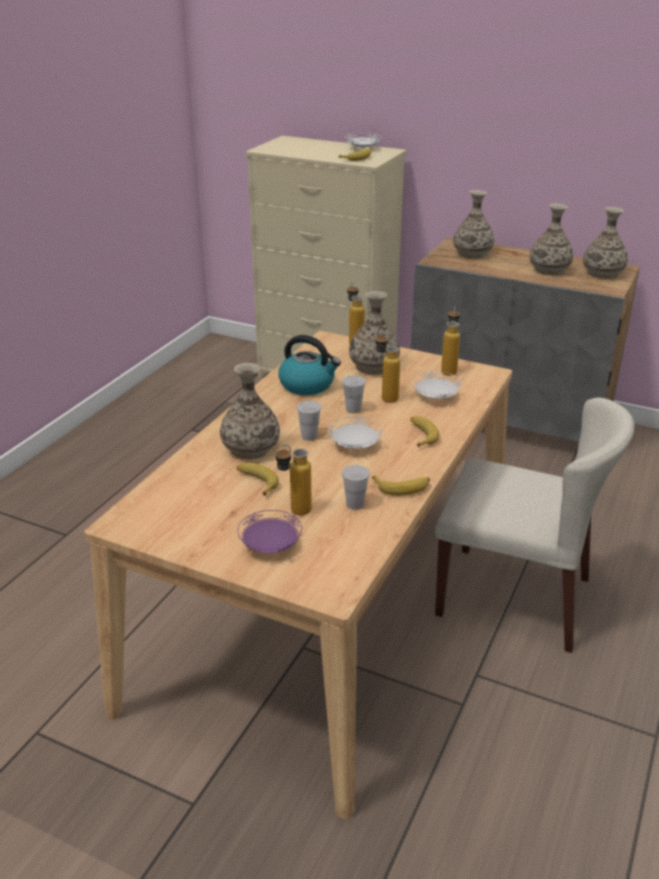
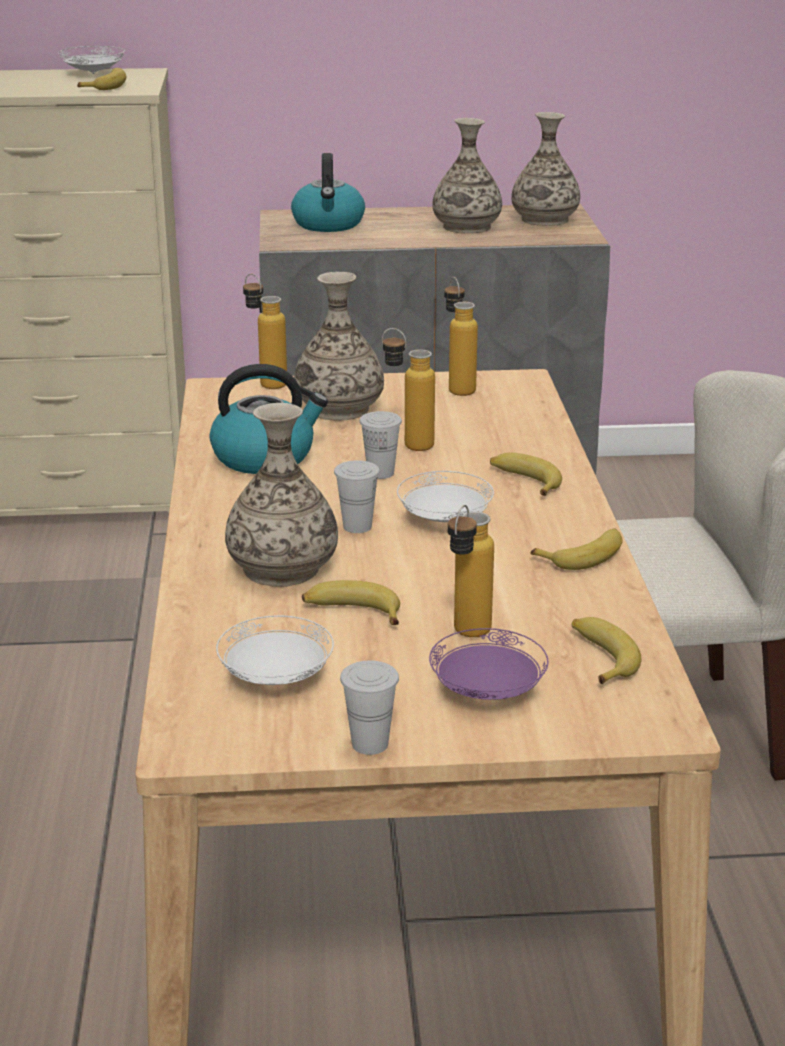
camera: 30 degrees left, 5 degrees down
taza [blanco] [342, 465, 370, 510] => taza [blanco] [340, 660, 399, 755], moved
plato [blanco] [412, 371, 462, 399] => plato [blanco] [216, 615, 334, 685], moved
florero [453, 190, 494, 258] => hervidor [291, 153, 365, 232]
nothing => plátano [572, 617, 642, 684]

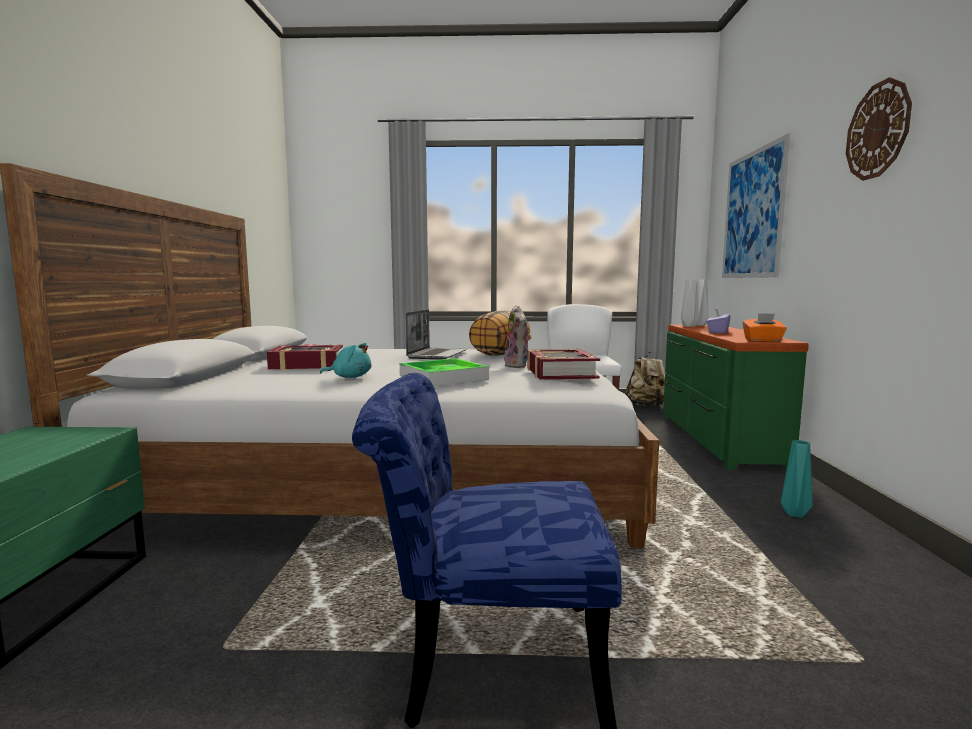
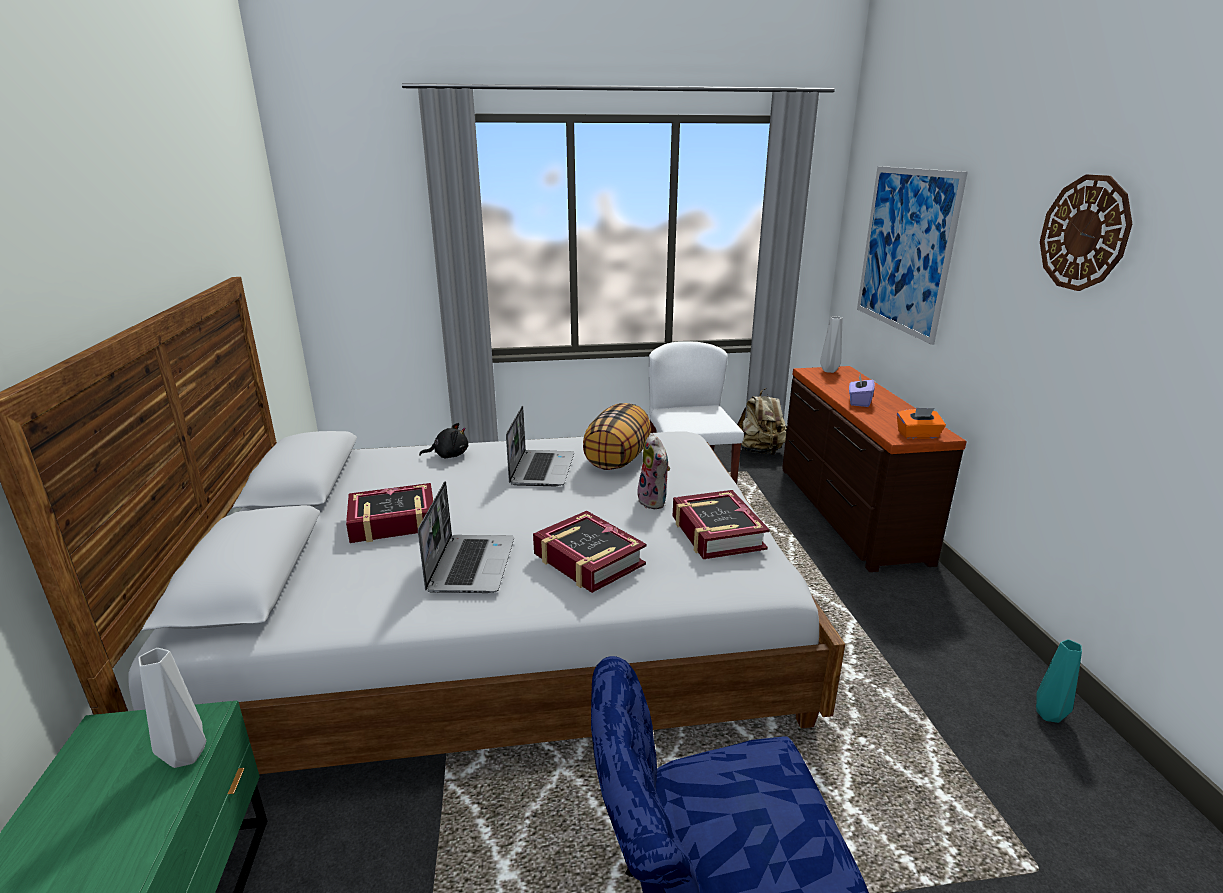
camera: 10 degrees left, 15 degrees up
peluche [turquesa] [320, 343, 371, 378] => portátil [418, 481, 514, 593]
bandeja [400, 358, 489, 386] => libro [533, 511, 646, 593]
cómoda [verde] [663, 325, 809, 470] => cómoda [marrón] [782, 366, 967, 572]
florero [gris] [681, 279, 699, 327] => florero [gris] [138, 648, 206, 768], moved
florero [turquesa] [781, 440, 813, 518] => florero [turquesa] [1036, 639, 1082, 723], moved
nothing => peluche [negro] [419, 423, 468, 459]

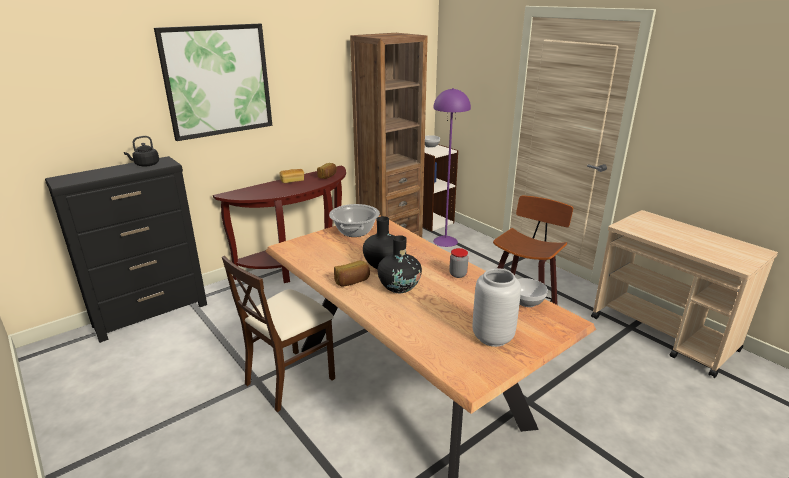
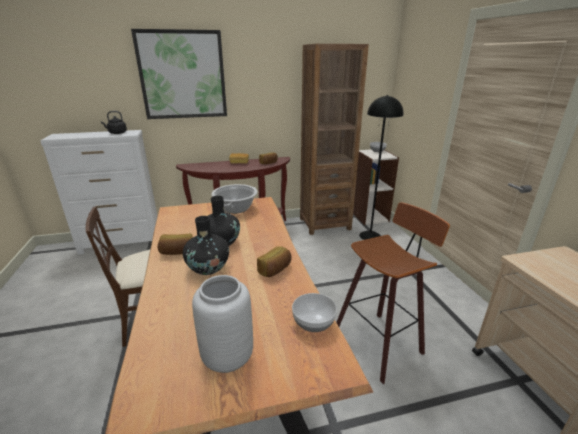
camera: 25 degrees right, 0 degrees up
cómoda [negro] [45, 156, 207, 343] => cómoda [blanco] [40, 130, 157, 254]
lámpara de pie [morado] [433, 88, 471, 247] => lámpara de pie [negro] [359, 95, 403, 240]
tarro [449, 248, 468, 278] => pan [257, 246, 292, 277]

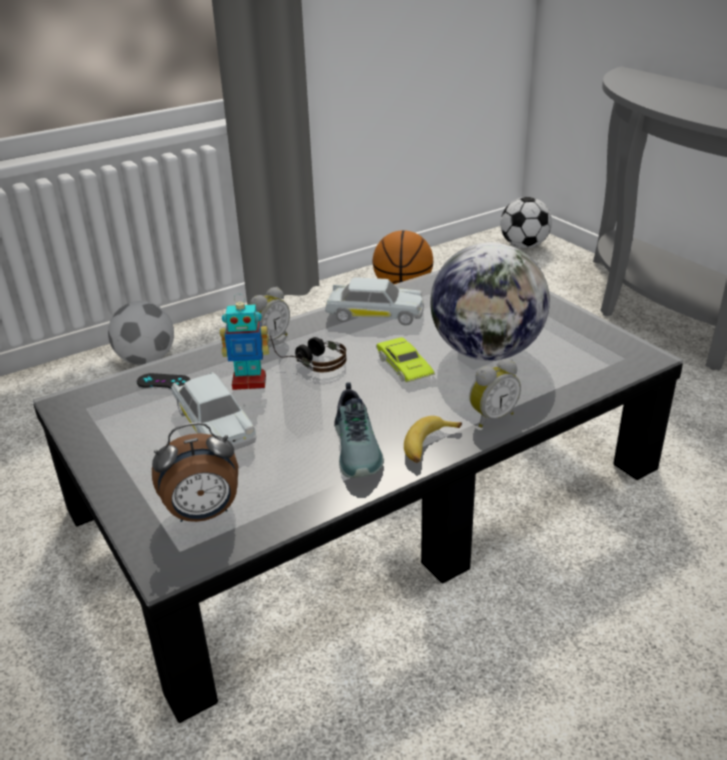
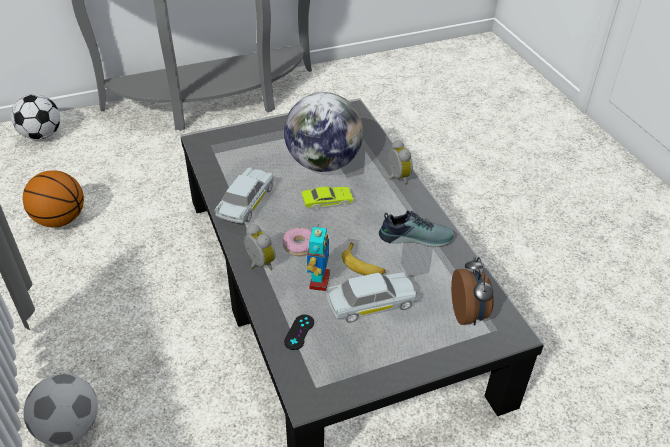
camera: 80 degrees left, 10 degrees up
auriculares [270, 335, 347, 372] => rosquilla [282, 227, 312, 256]
plátano [404, 416, 462, 463] => plátano [342, 243, 386, 275], moved

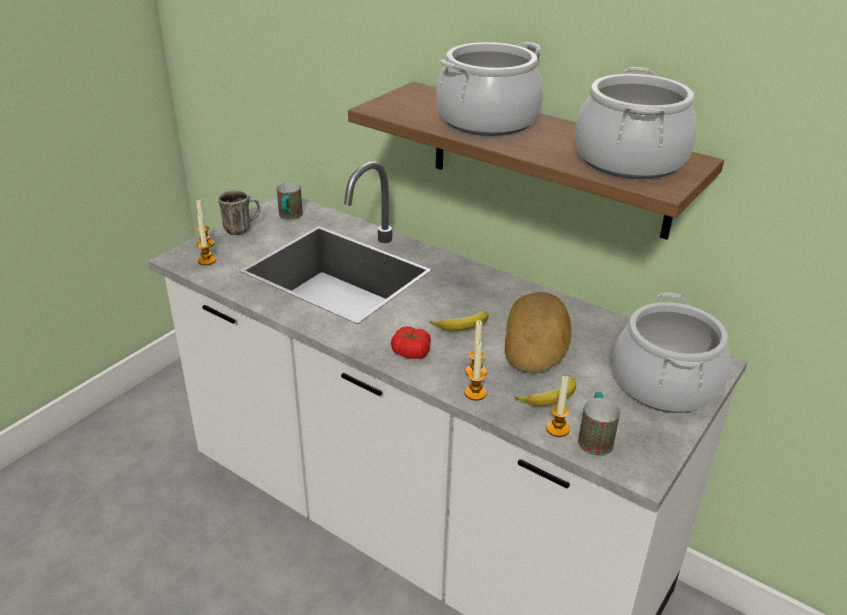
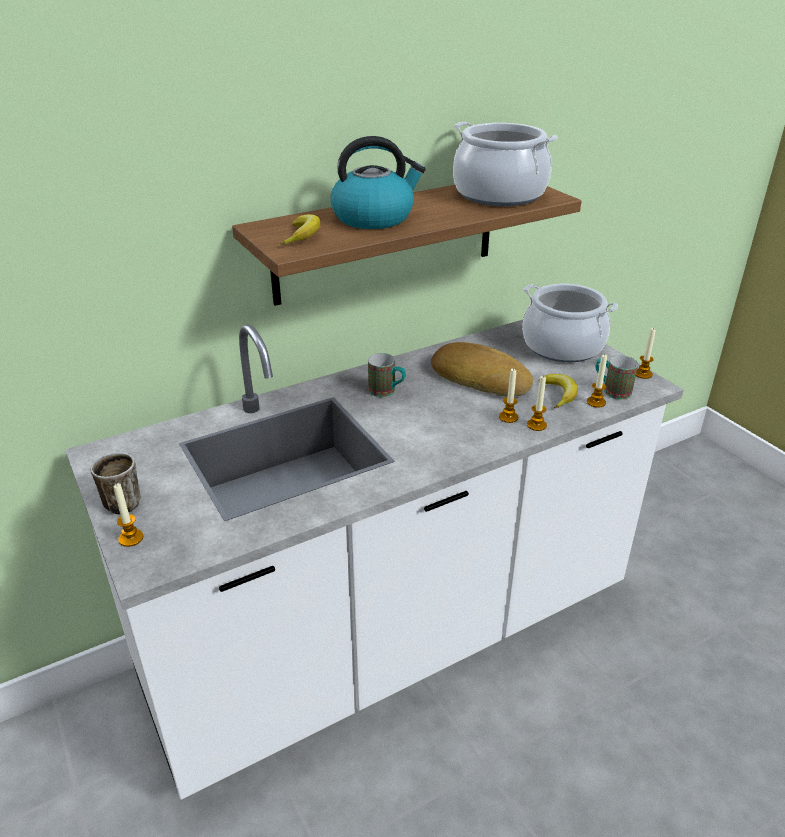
camera: 65 degrees left, 0 degrees up
vela [197, 215, 216, 265] => vela [636, 327, 656, 379], moved
taza grande [277, 182, 303, 220] => taza grande [368, 353, 406, 397], moved
tomate [391, 326, 431, 359] => nothing
plátano [429, 311, 488, 331] => plátano [280, 214, 320, 245], moved
olla [436, 42, 543, 136] => hervidor [331, 136, 426, 229]

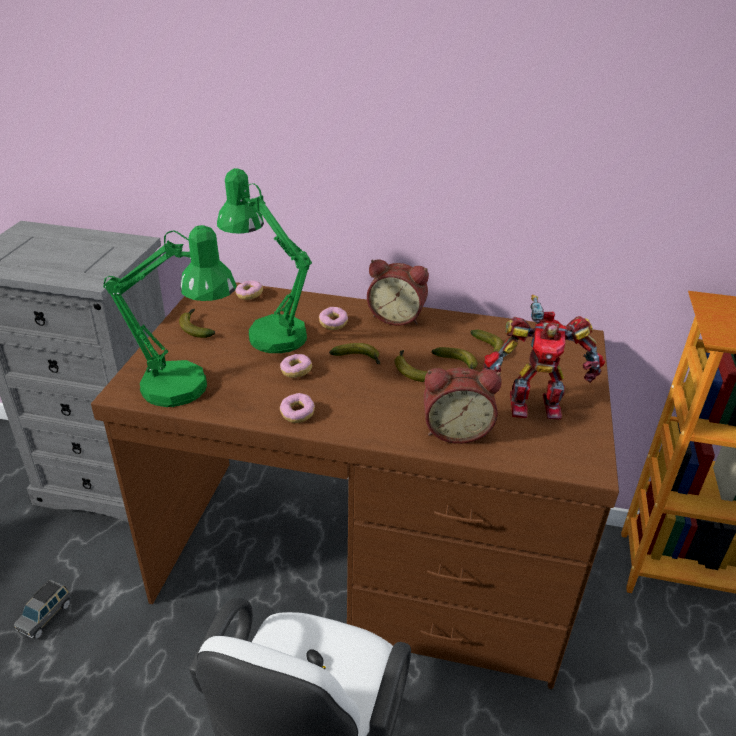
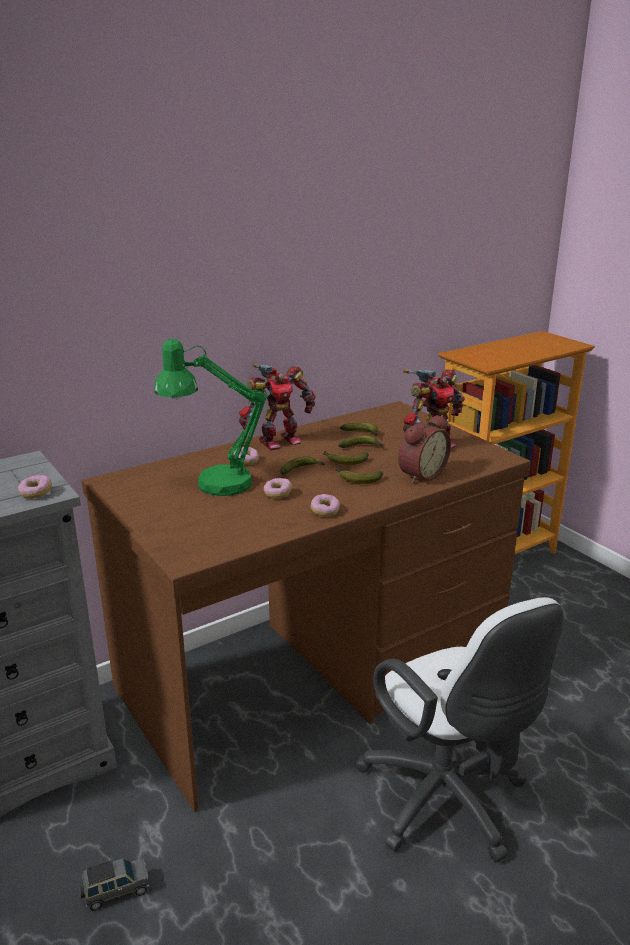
camera: 45 degrees left, 10 degrees down
coche de juguete [gris] [14, 580, 71, 639] => coche de juguete [gris] [80, 858, 149, 911], 90 degrees counterclockwise
lámpara de mesa [verde] [103, 225, 237, 407] => nothing
plátano [179, 309, 215, 338] => plátano [336, 468, 383, 484], moved
rosquilla [235, 280, 263, 300] => rosquilla [18, 475, 52, 499], moved
despertador [367, 259, 429, 326] => robot de juguete [239, 364, 315, 450]

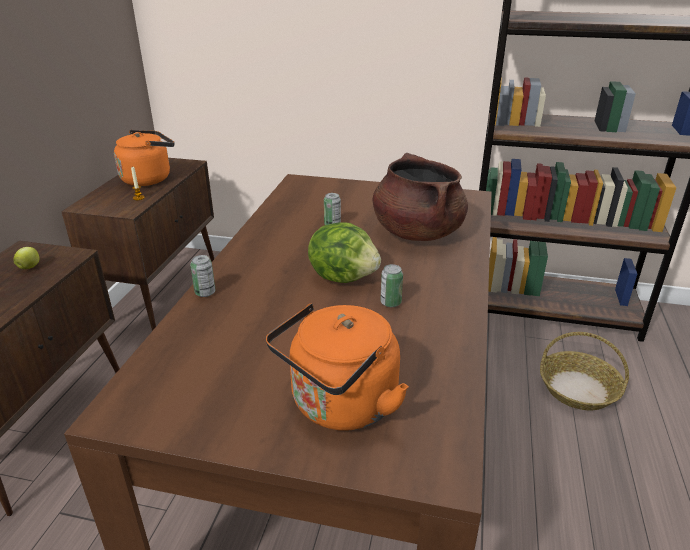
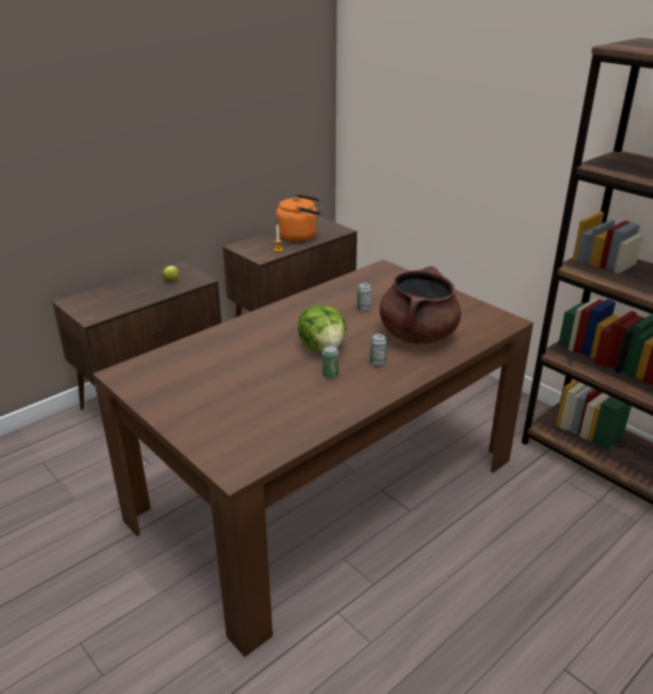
camera: 35 degrees right, 0 degrees up
lata [190, 255, 216, 297] => lata [370, 334, 387, 366], moved
hervidor [naranja] [266, 303, 409, 431] => nothing
cesta [540, 332, 629, 410] => nothing

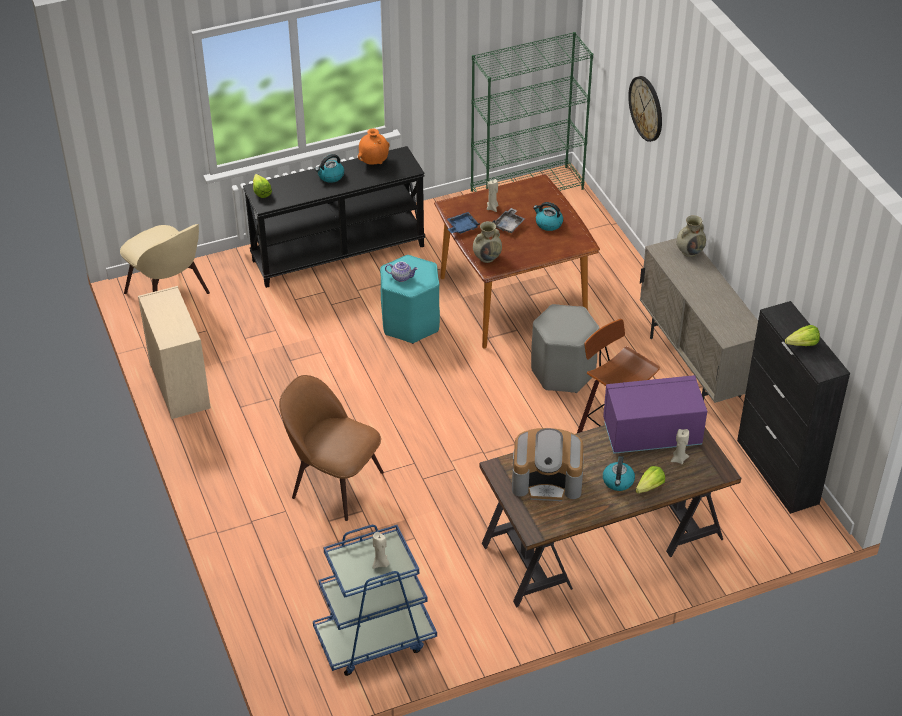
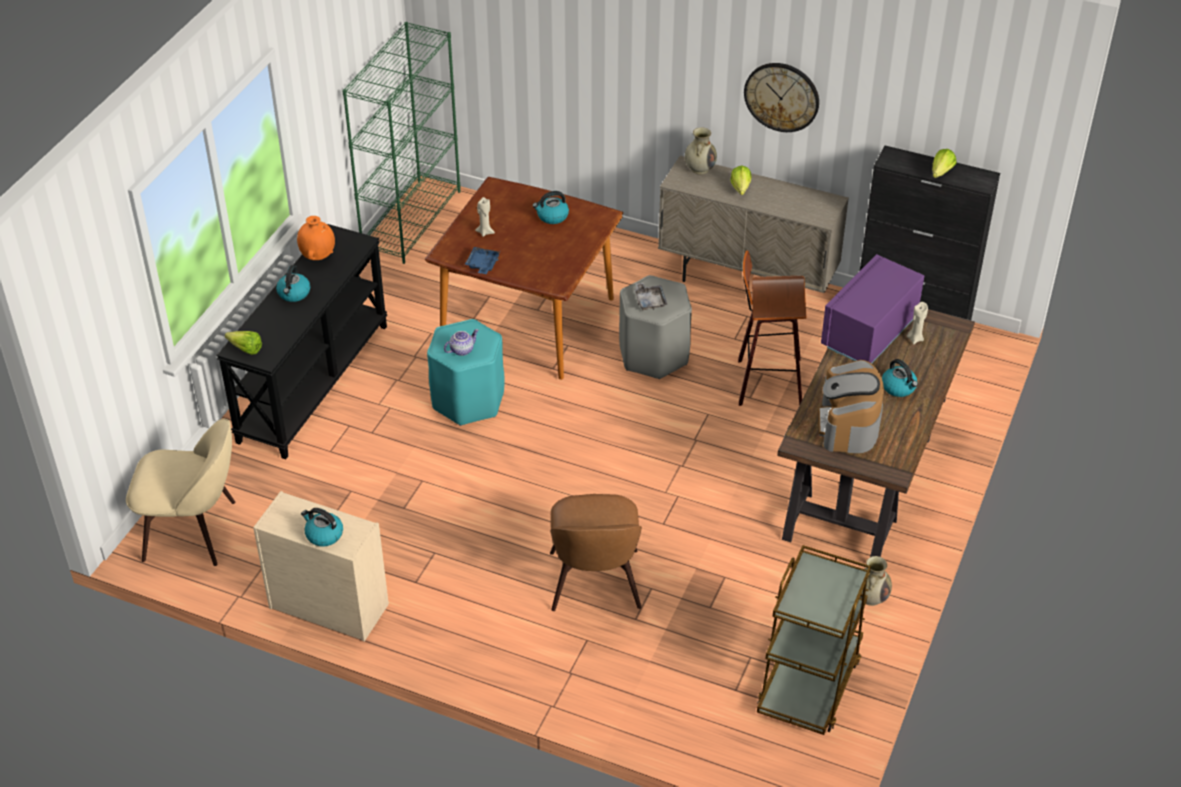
camera: 45 degrees left, 0 degrees up
silla [marrón] [279, 375, 384, 521] => silla [marrón] [550, 494, 642, 611], 75 degrees counterclockwise
carrito [azul] [313, 525, 437, 676] => carrito [marrón] [757, 545, 871, 735]
vela [beis] [372, 532, 389, 569] => nothing
florero [beis] [473, 221, 502, 263] => florero [beis] [860, 556, 892, 606], moved
bandeja [gris] [493, 208, 525, 233] => bandeja [gris] [635, 282, 667, 310], moved
cafetera [512, 428, 584, 501] => cafetera [818, 360, 884, 453], 135 degrees clockwise
reloj de pared [628, 76, 662, 142] => reloj de pared [744, 63, 819, 132], moved
lechuga [636, 466, 665, 494] => lechuga [730, 165, 752, 195], moved
nothing => hervidor [301, 508, 343, 547]

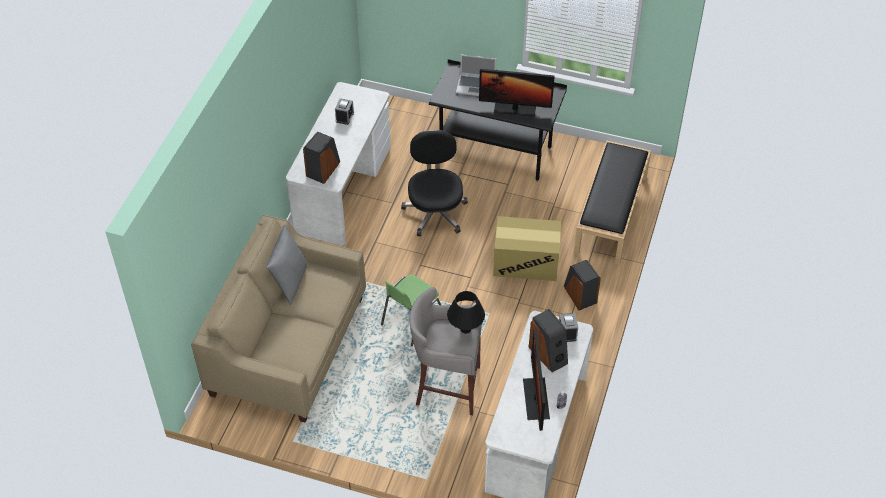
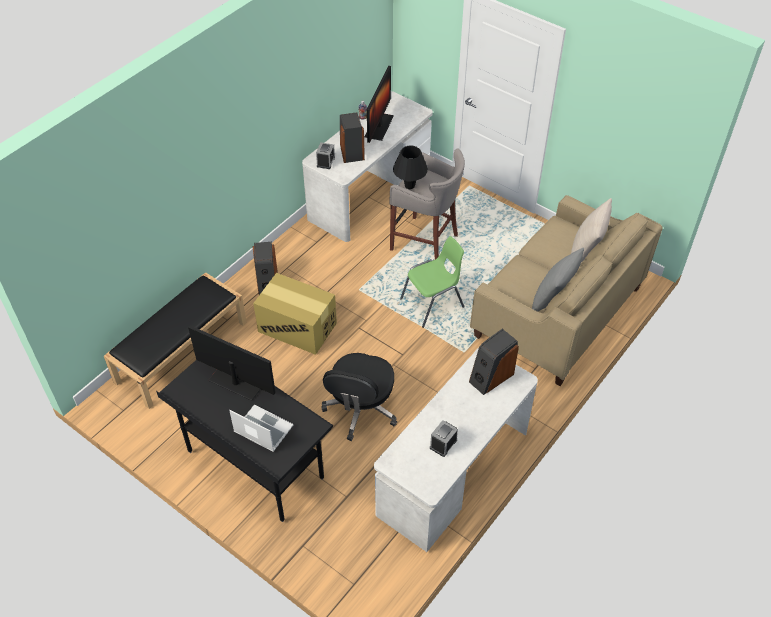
camera: 160 degrees left, 0 degrees up
nothing => cojín [beis] [571, 198, 612, 262]

